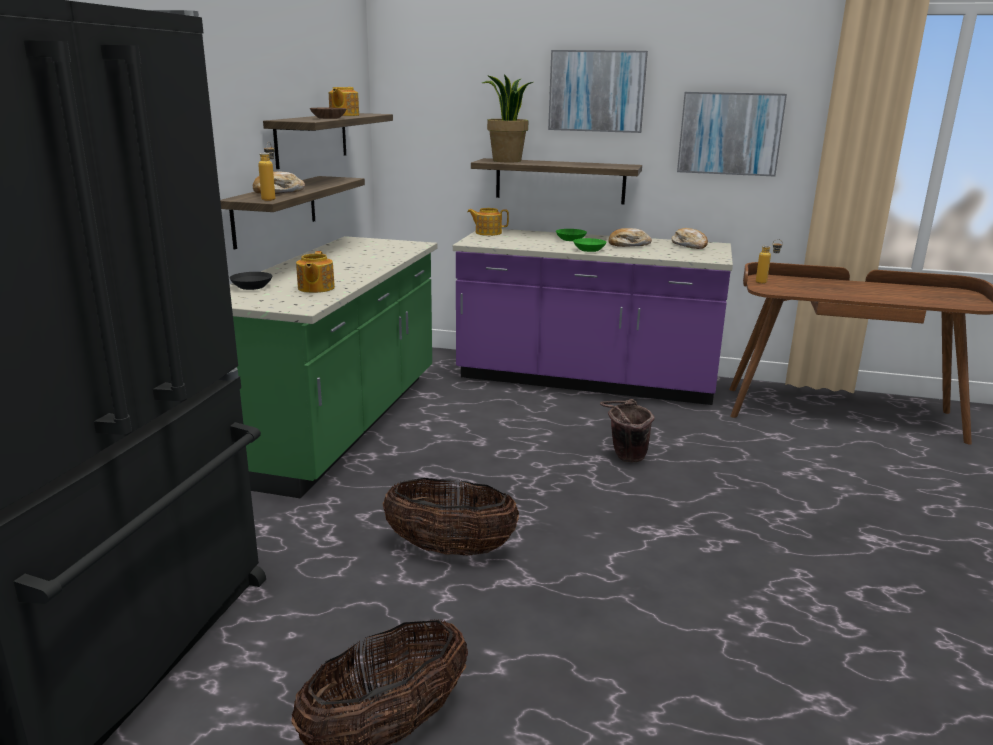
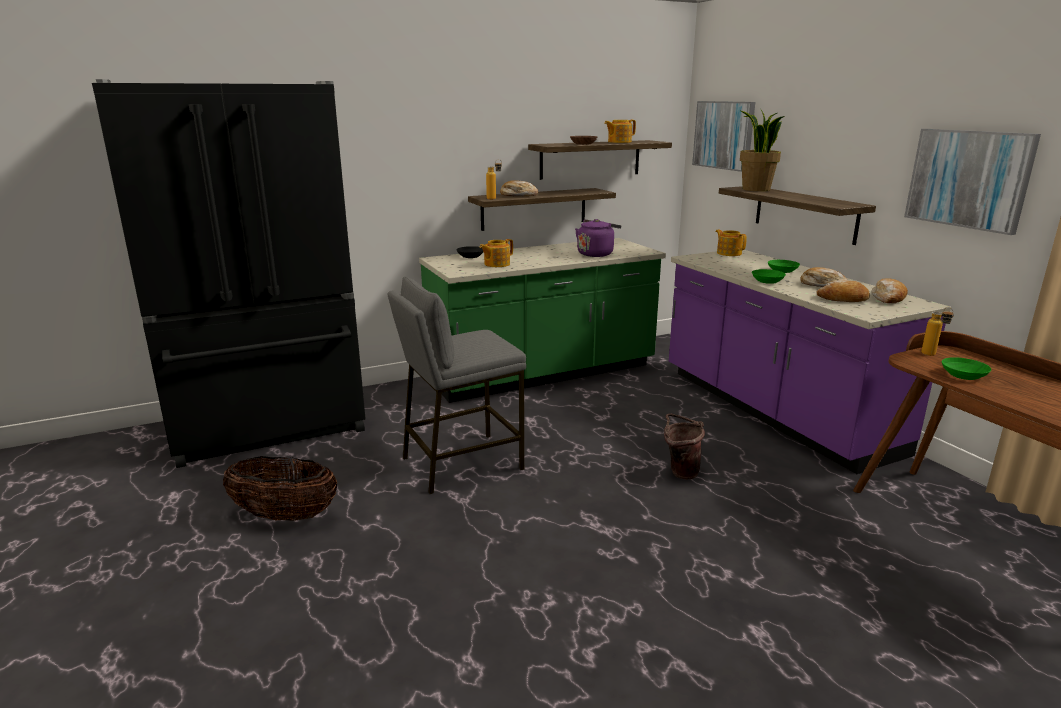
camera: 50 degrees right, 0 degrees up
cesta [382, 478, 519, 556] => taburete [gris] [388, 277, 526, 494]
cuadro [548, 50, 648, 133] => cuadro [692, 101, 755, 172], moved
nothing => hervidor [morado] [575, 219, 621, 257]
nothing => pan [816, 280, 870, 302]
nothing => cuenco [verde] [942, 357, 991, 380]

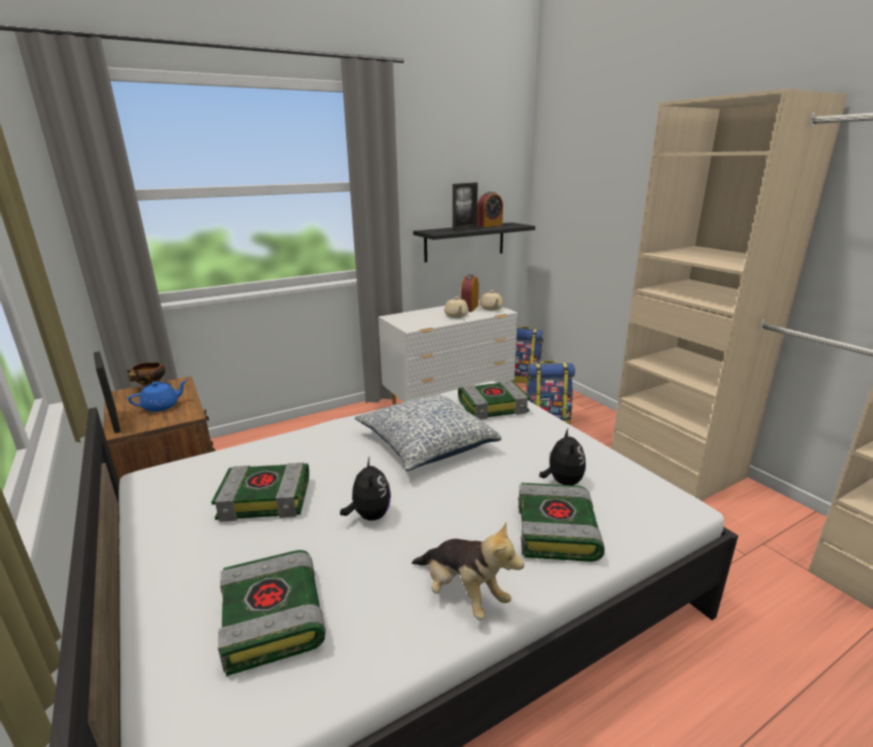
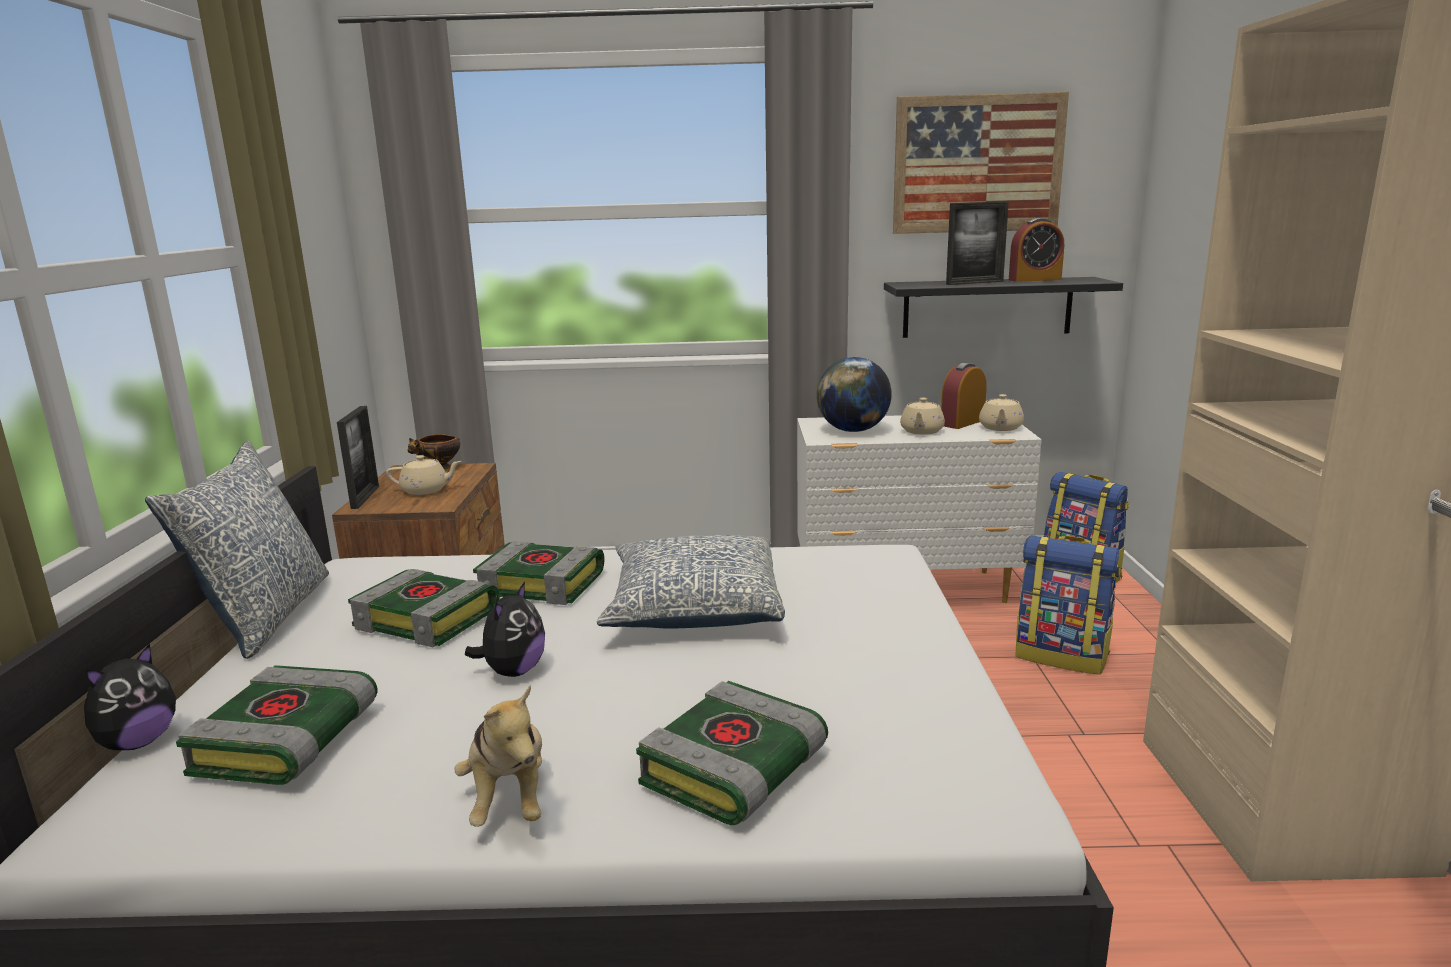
camera: 30 degrees right, 5 degrees down
tetera [azul] [128, 380, 188, 412] => tetera [beis] [386, 455, 461, 495]
libro [458, 381, 530, 420] => libro [473, 542, 604, 605], moved
peluche [539, 428, 586, 485] => peluche [84, 644, 176, 750], moved
nothing => cojín [145, 441, 329, 659]
nothing => globo terráqueo [817, 357, 892, 432]
nothing => cuadro [893, 92, 1069, 234]

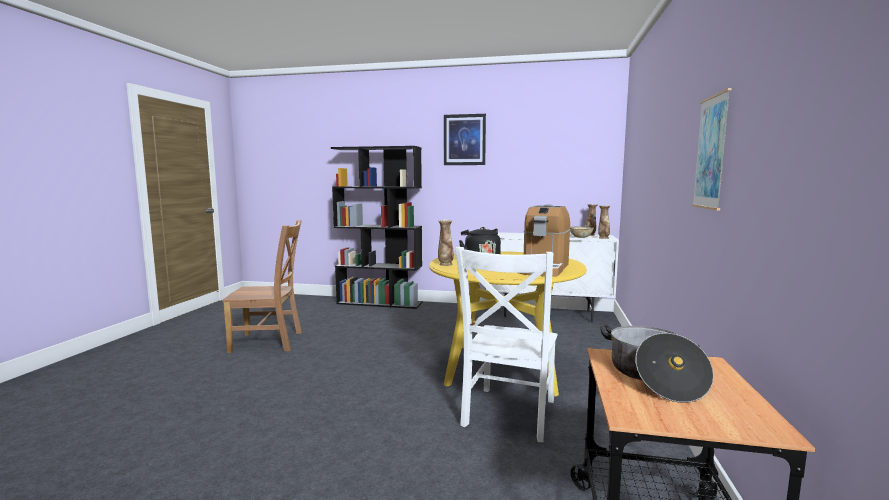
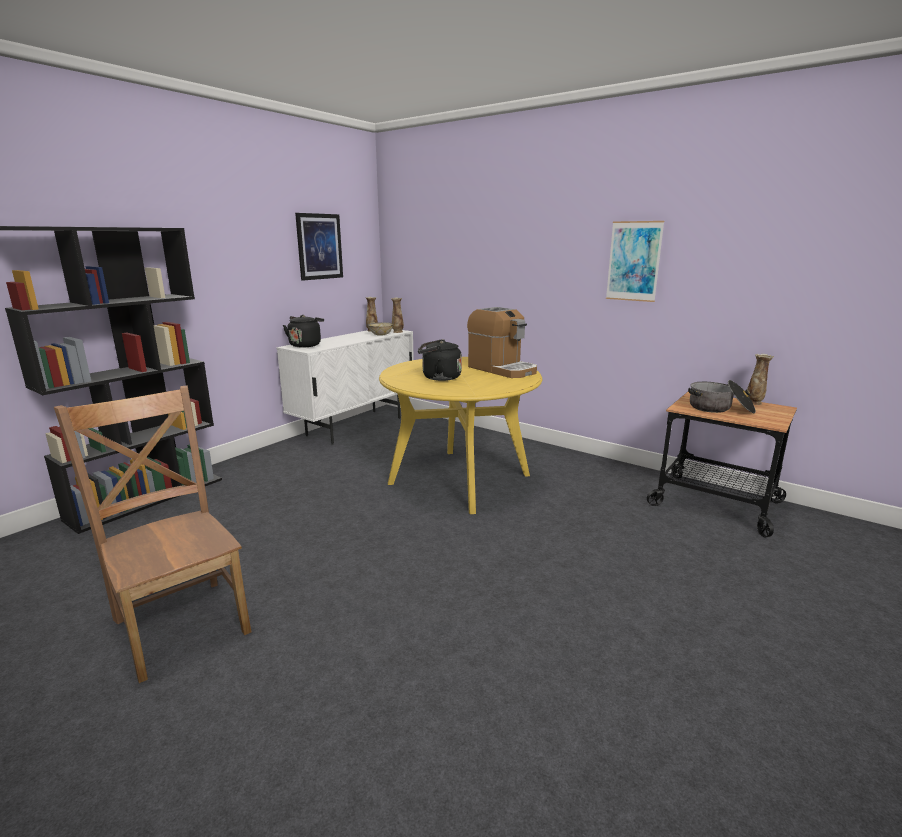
camera: 65 degrees left, 10 degrees up
silla [marrón] [222, 220, 302, 353] => silla [marrón] [54, 386, 252, 683], 60 degrees counterclockwise
florero [438, 219, 454, 266] => florero [747, 354, 774, 405], moved
cuadro [444, 114, 486, 165] => cuadro [295, 213, 343, 280], moved
silla [blanco] [455, 247, 557, 442] => nothing
nothing => hervidor [negro] [283, 315, 324, 347]

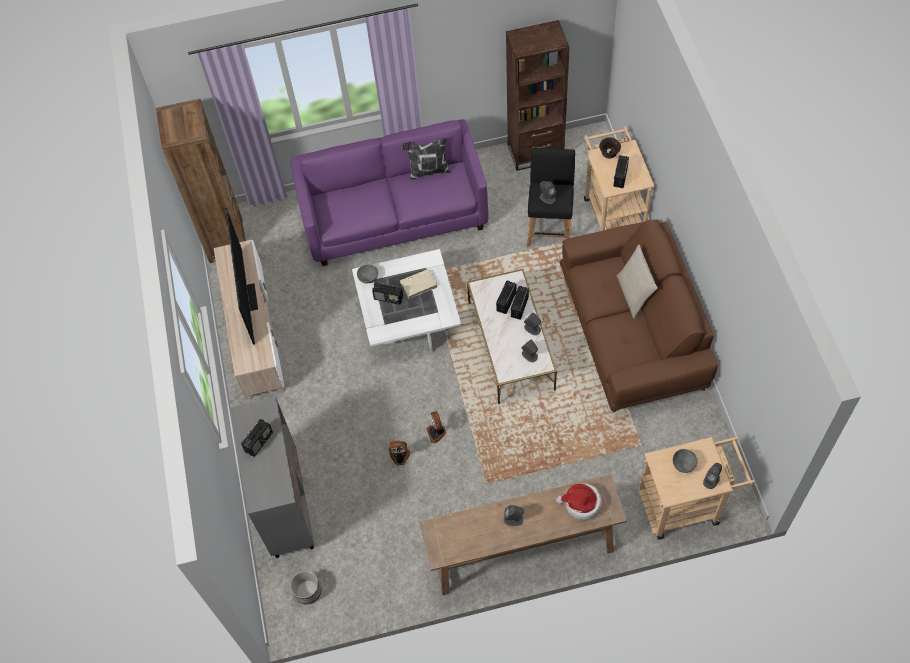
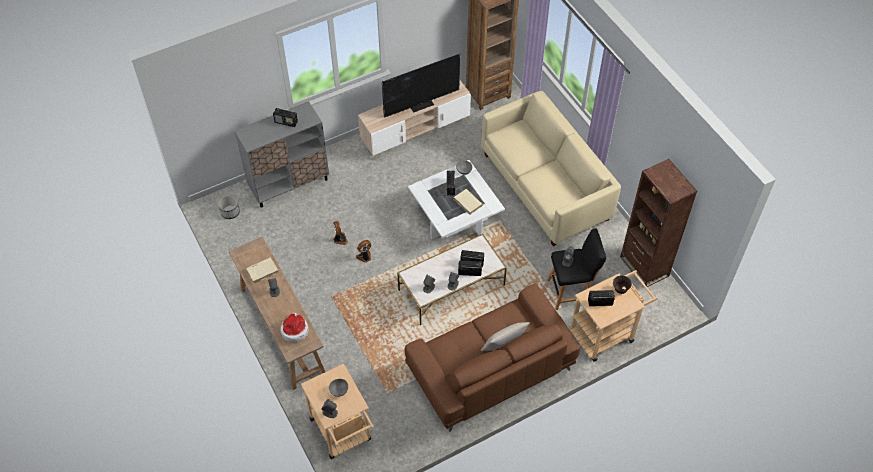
camera: 70 degrees right, 5 degrees down
sofá [morado] [290, 119, 488, 266] => sofá [beis] [481, 91, 621, 246]
cojín [402, 137, 451, 180] => nothing
nothing => libro [beis] [246, 257, 278, 283]

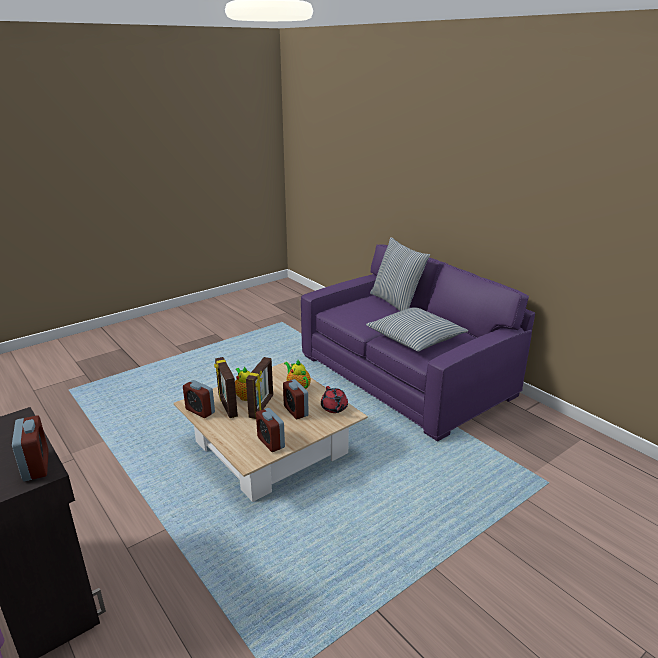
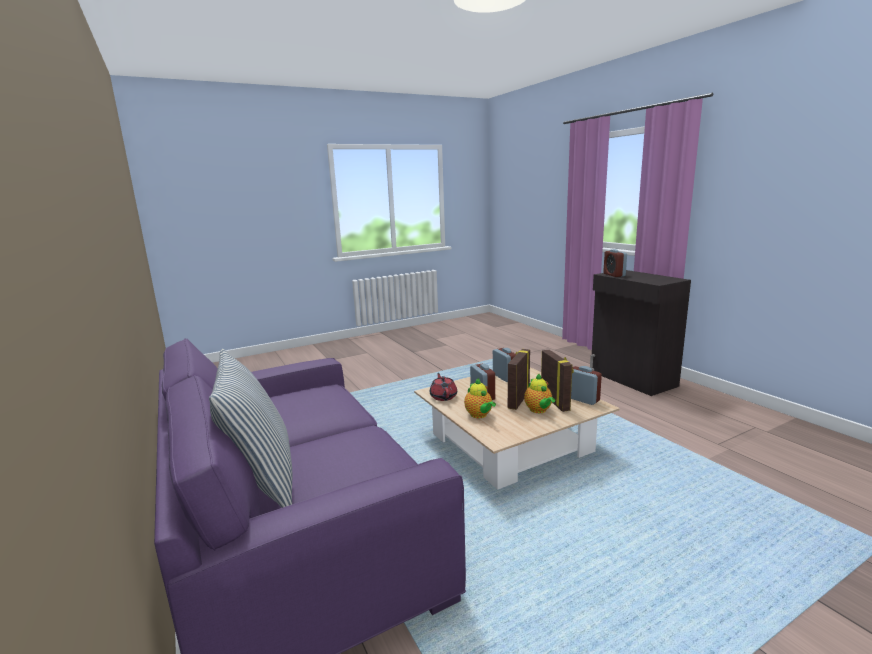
camera: 170 degrees left, 10 degrees down
cojín [366, 307, 468, 352] => nothing

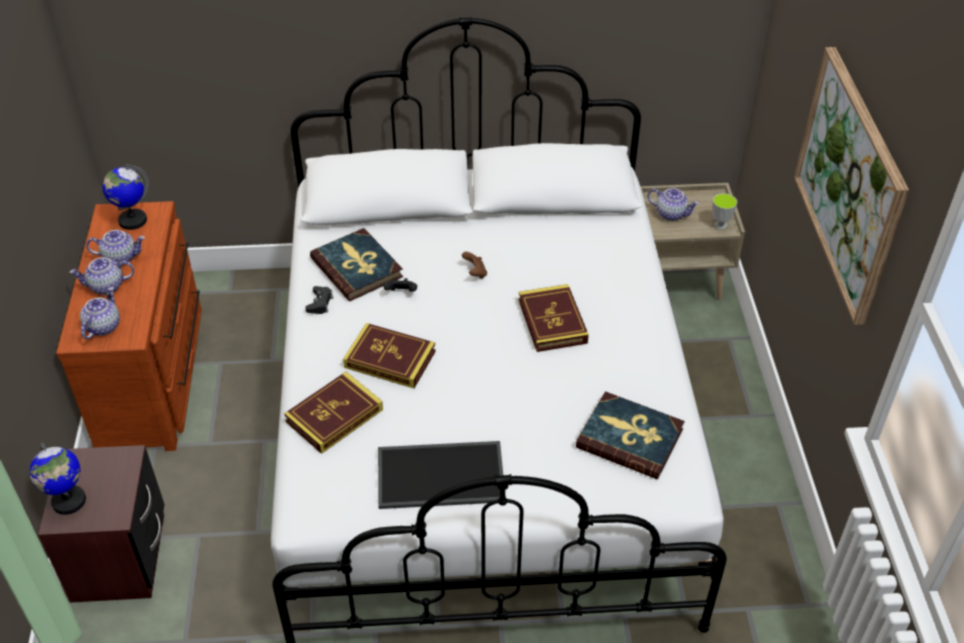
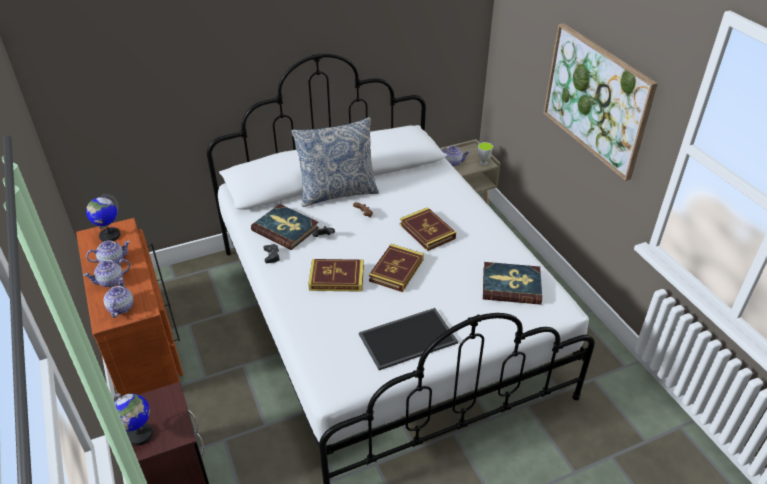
camera: 20 degrees left, 5 degrees down
libro [284, 372, 383, 454] => libro [369, 244, 424, 292], moved
nothing => cojín [291, 117, 379, 207]

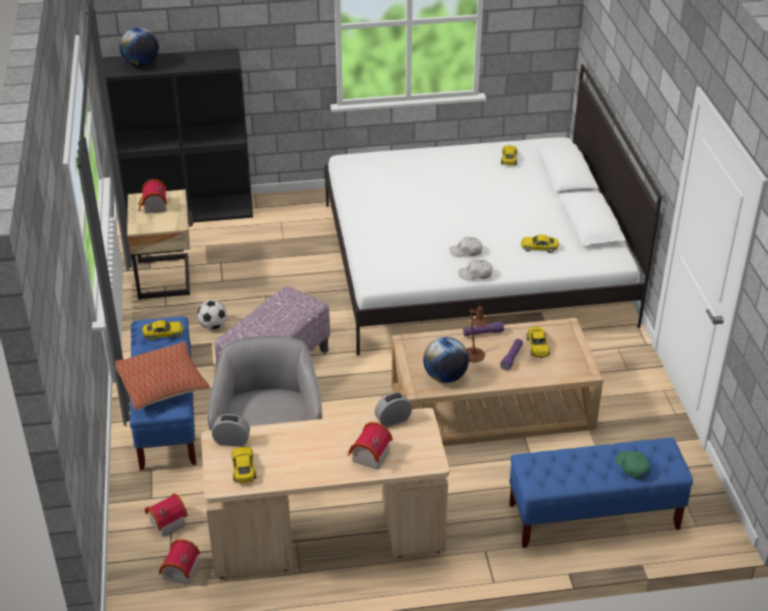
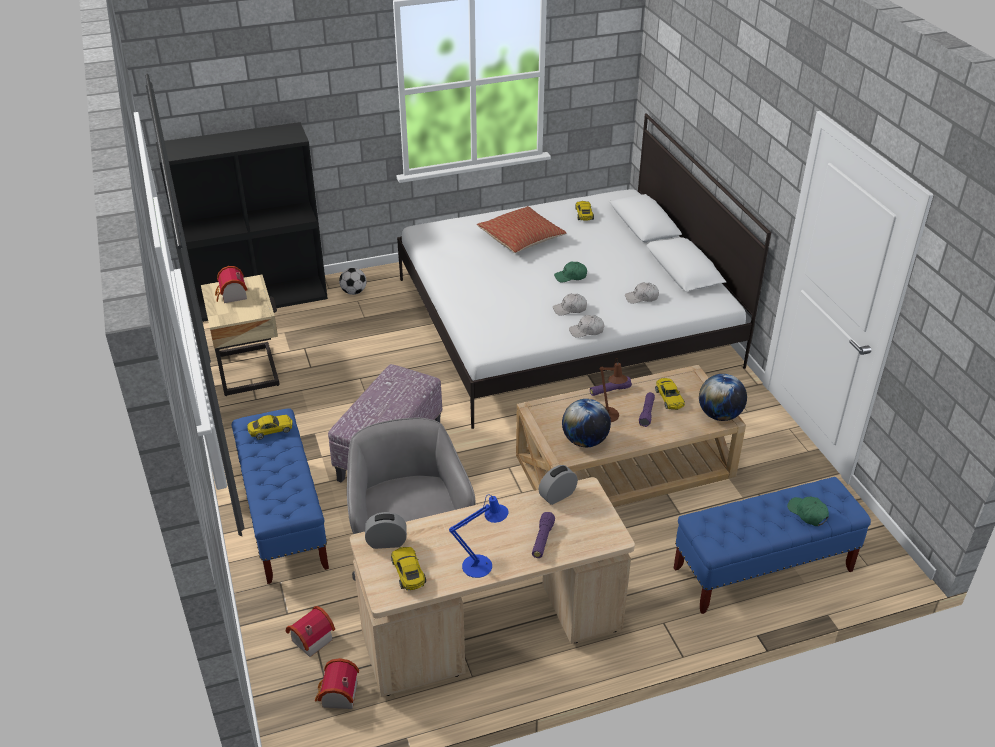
camera: 10 degrees left, 0 degrees up
cojín [112, 341, 210, 410] => cojín [477, 206, 566, 253], moved
globo terráqueo [119, 27, 159, 67] => globo terráqueo [699, 374, 747, 421], moved
balón de fútbol [197, 300, 227, 330] => balón de fútbol [339, 268, 367, 295], moved
casita [348, 422, 393, 470] => linterna [morado] [532, 512, 555, 558]
coche de juguete [amarillo] [521, 234, 559, 253] => gorra [blanco] [625, 282, 659, 303]
nothing => lámpara de mesa [azul] [449, 495, 509, 578]
nothing => gorra [verde] [554, 261, 587, 282]

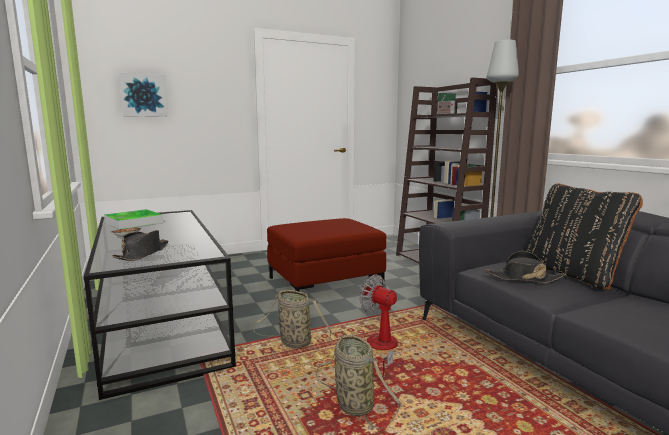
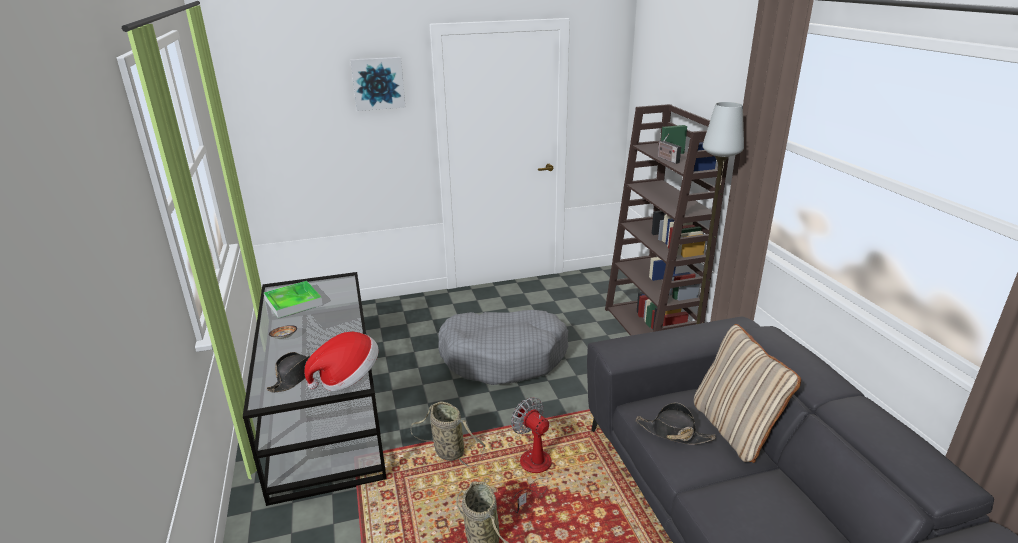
camera: 10 degrees right, 15 degrees up
cuadro [119, 72, 168, 117] => cuadro [350, 57, 405, 111], moved
puf [rojo] [267, 218, 386, 291] => cama para perro [gris] [438, 310, 568, 385]
cojín [negro] [527, 184, 643, 290] => cojín [beis] [694, 324, 801, 463]
nothing => sombrero [304, 332, 379, 391]

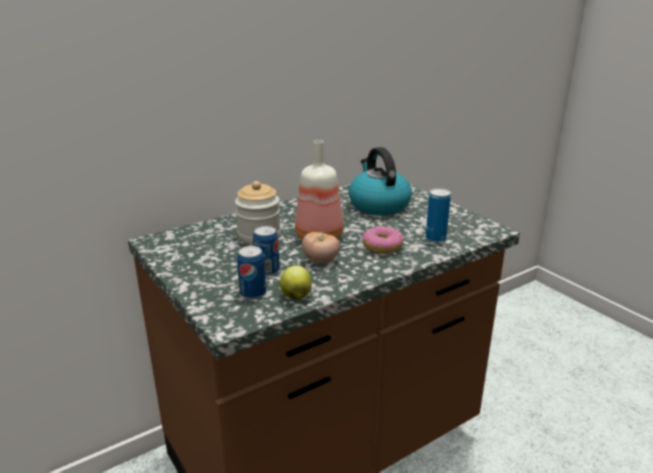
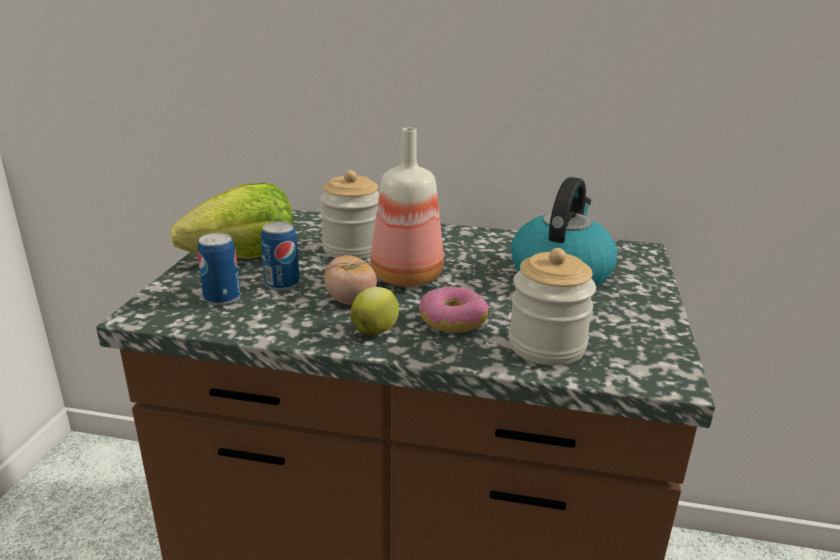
camera: 45 degrees right, 0 degrees up
manzana [280, 265, 312, 300] => manzana [350, 287, 399, 335], moved
lata [426, 188, 451, 243] => tarro [508, 248, 596, 365]
nothing => lechuga [170, 183, 294, 258]

